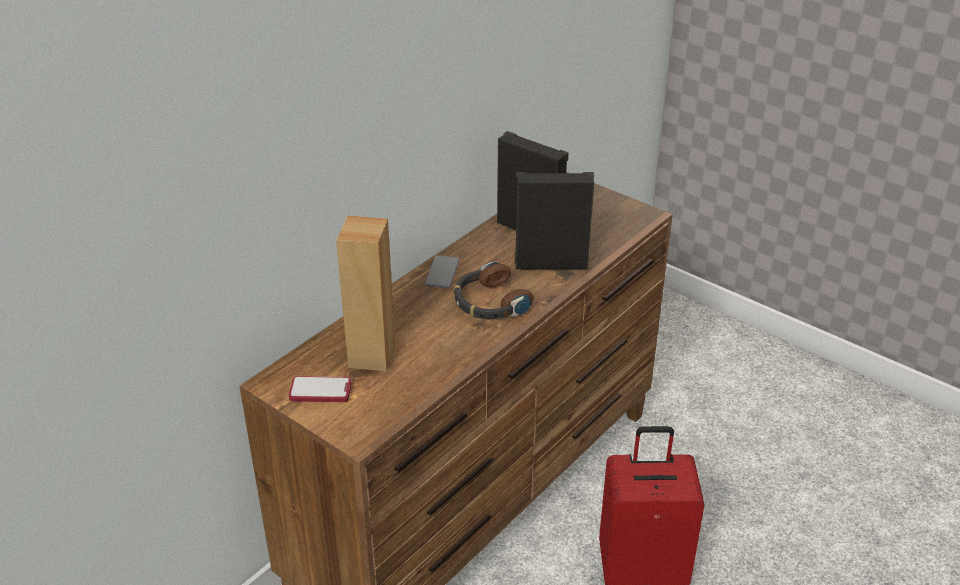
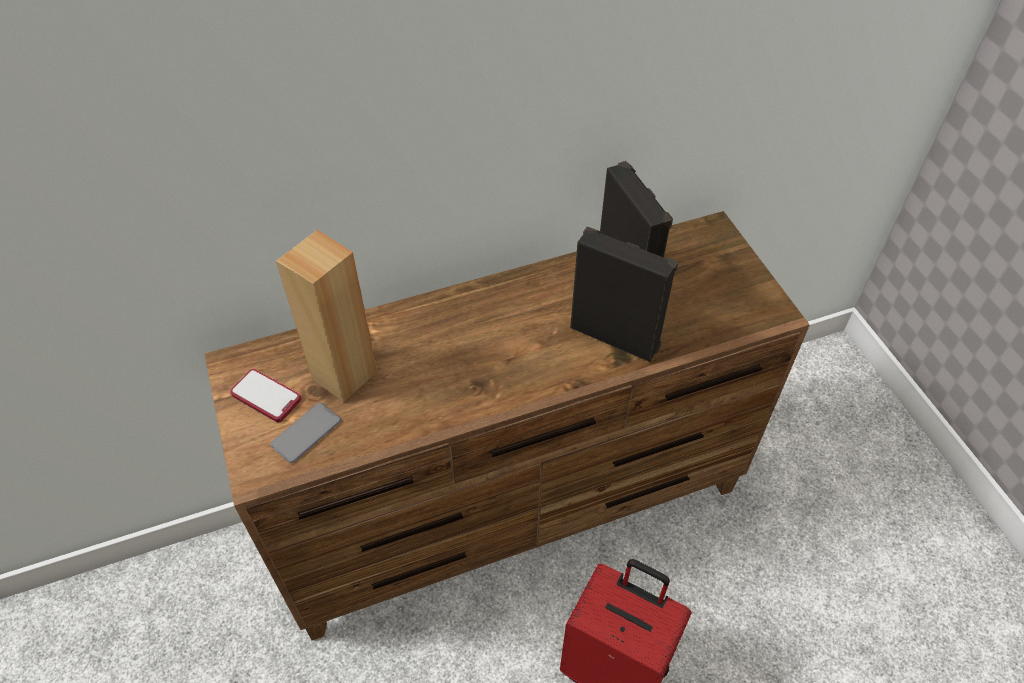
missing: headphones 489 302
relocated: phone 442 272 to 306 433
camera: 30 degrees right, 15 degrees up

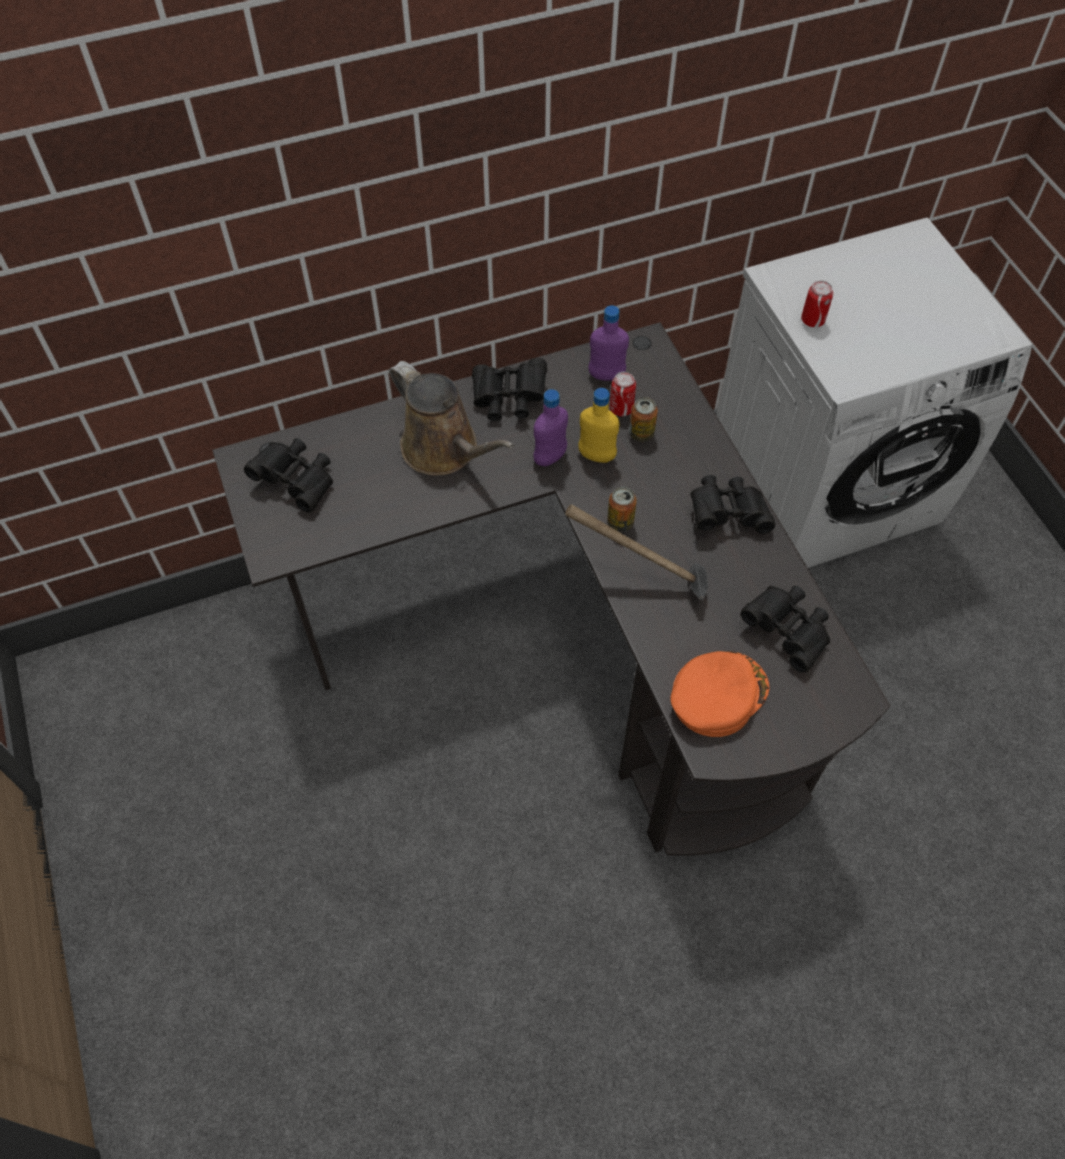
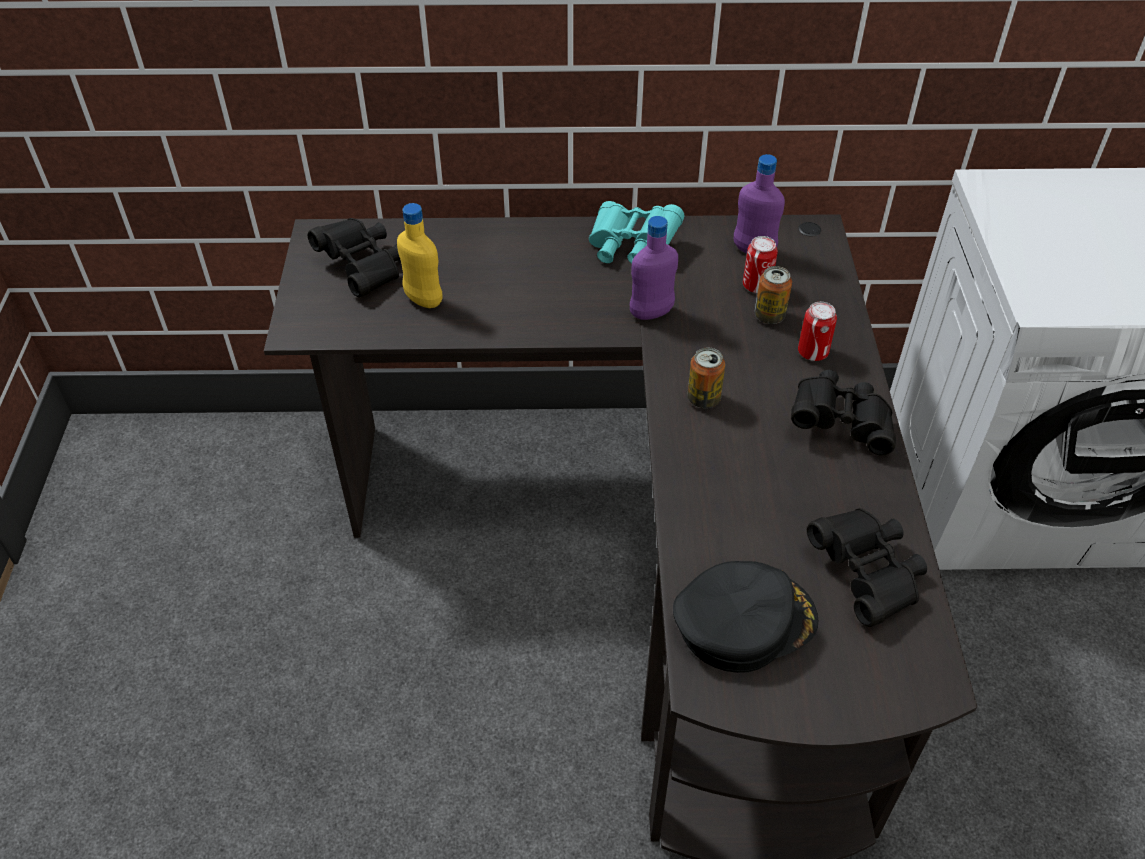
missing: brown watering can 445 450; hammer 641 579
relocated: yellow bottle 596 456 to 423 300; can 812 320 to 813 352
colour: black binoculars 508 399 to turquoise binoculars 631 247; orange cap 717 694 to black cap 743 620
camera: 20 degrees right, 10 degrees down

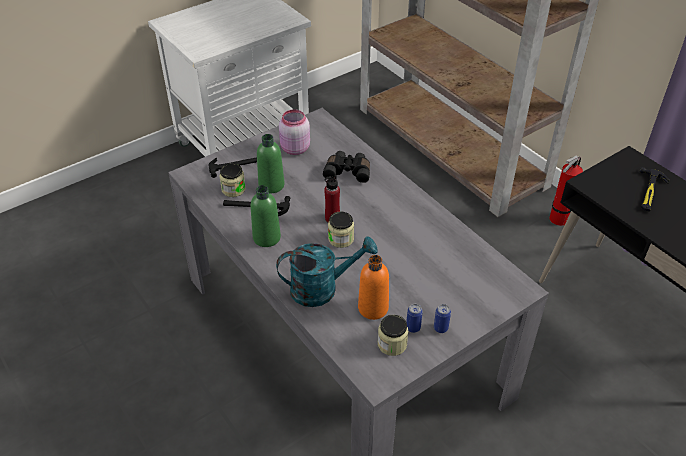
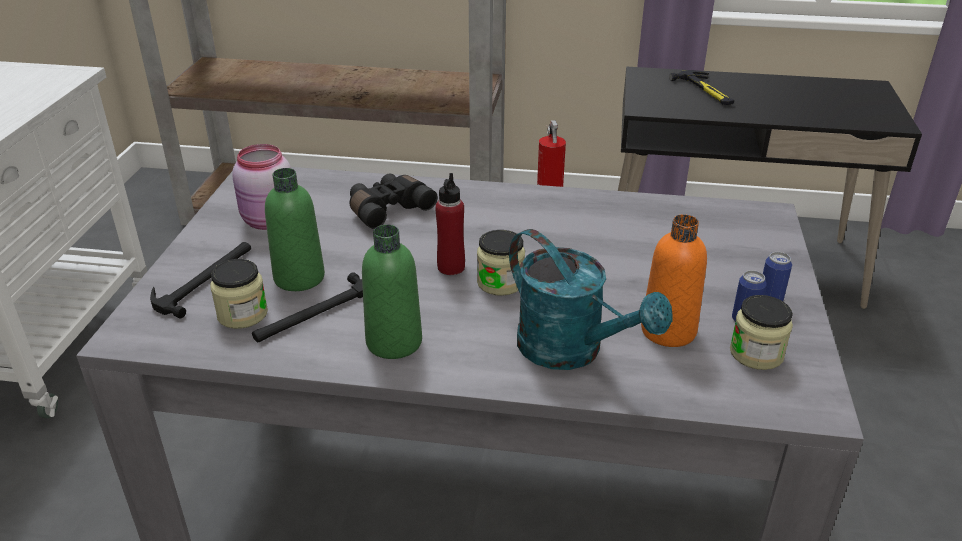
spun: turquoise watering can 322 288 = 572 351 105 degrees clockwise
camera: 45 degrees left, 10 degrees down

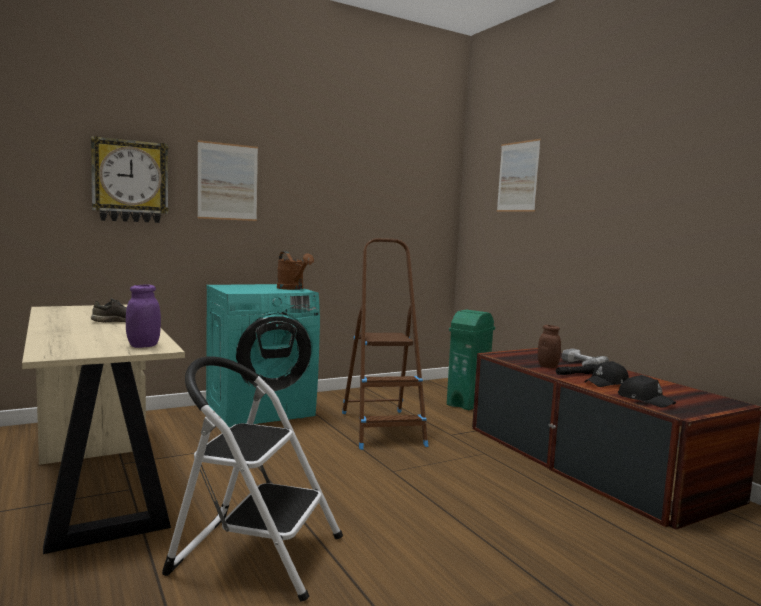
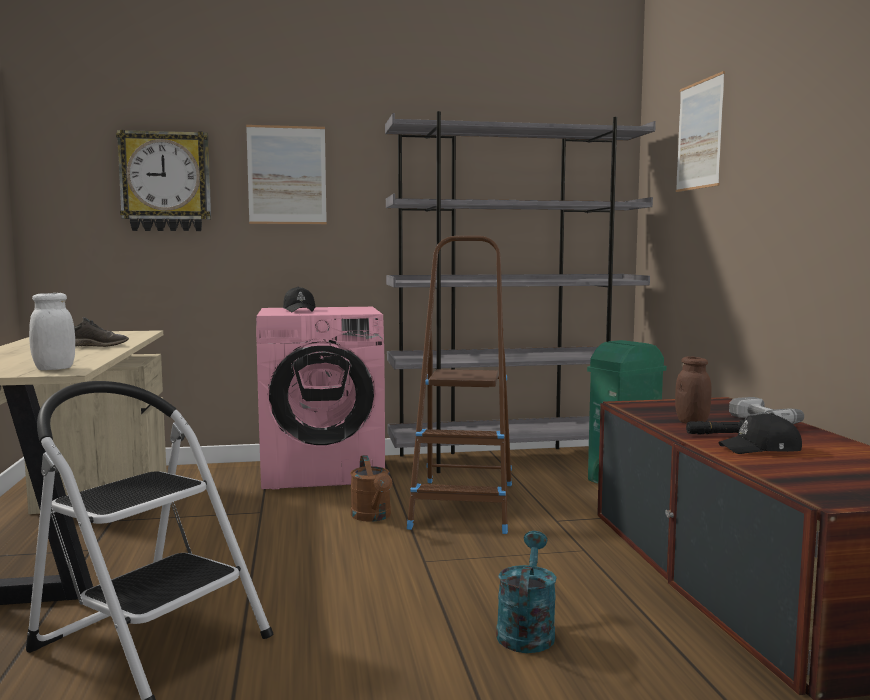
appeared: grey bookcase 514 459; turquoise watering can 526 630
relocated: brown watering can 293 289 to 373 517; black cap 645 400 to 299 310
colour: purple jar 143 346 to white jar 54 369; turquoise washing machine 260 412 to pink washing machine 323 474
camera: 20 degrees right, 0 degrees up

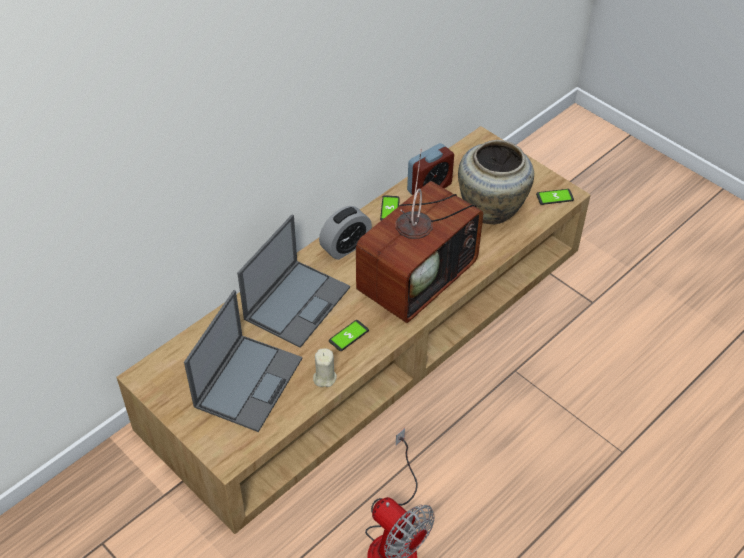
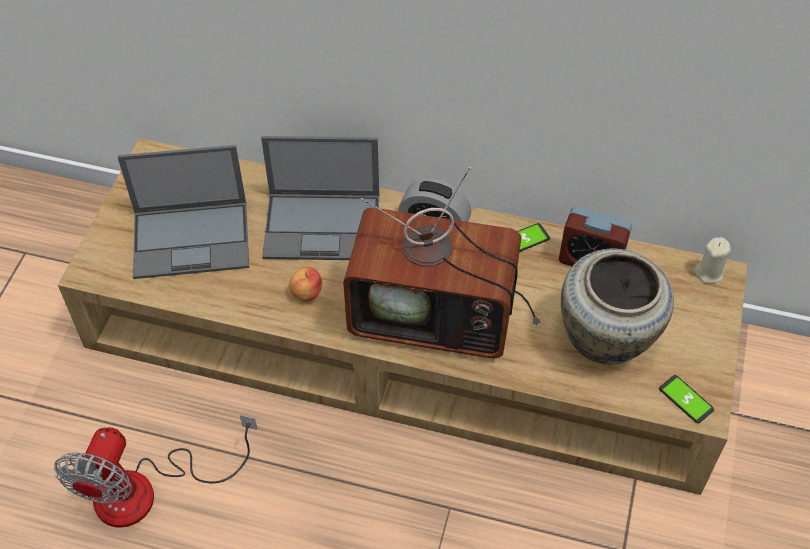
relocated: beige candle 324 377 to 709 272
exchanged: phone 348 336 to apple 306 292
camera: 60 degrees right, 5 degrees up

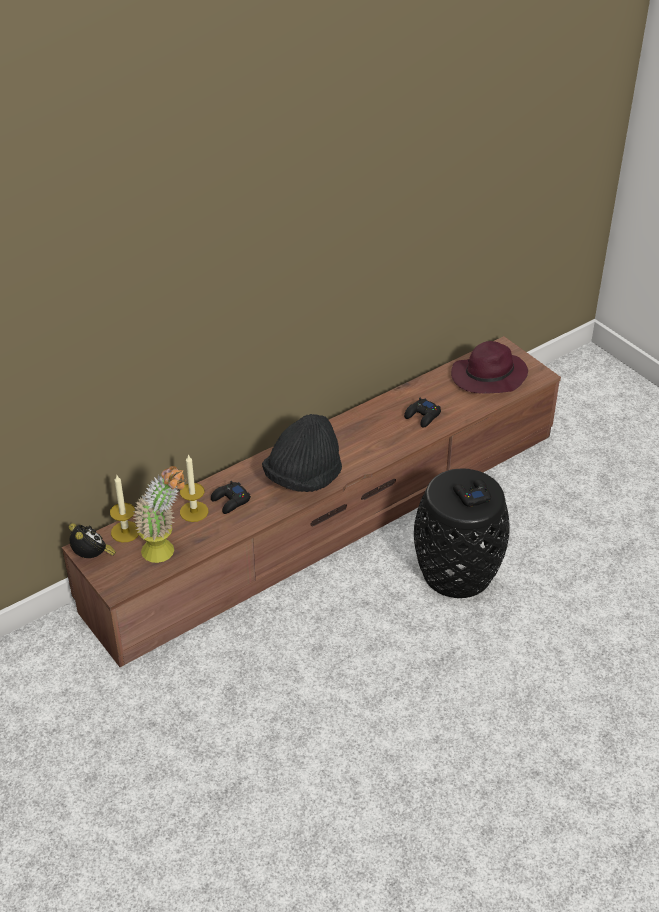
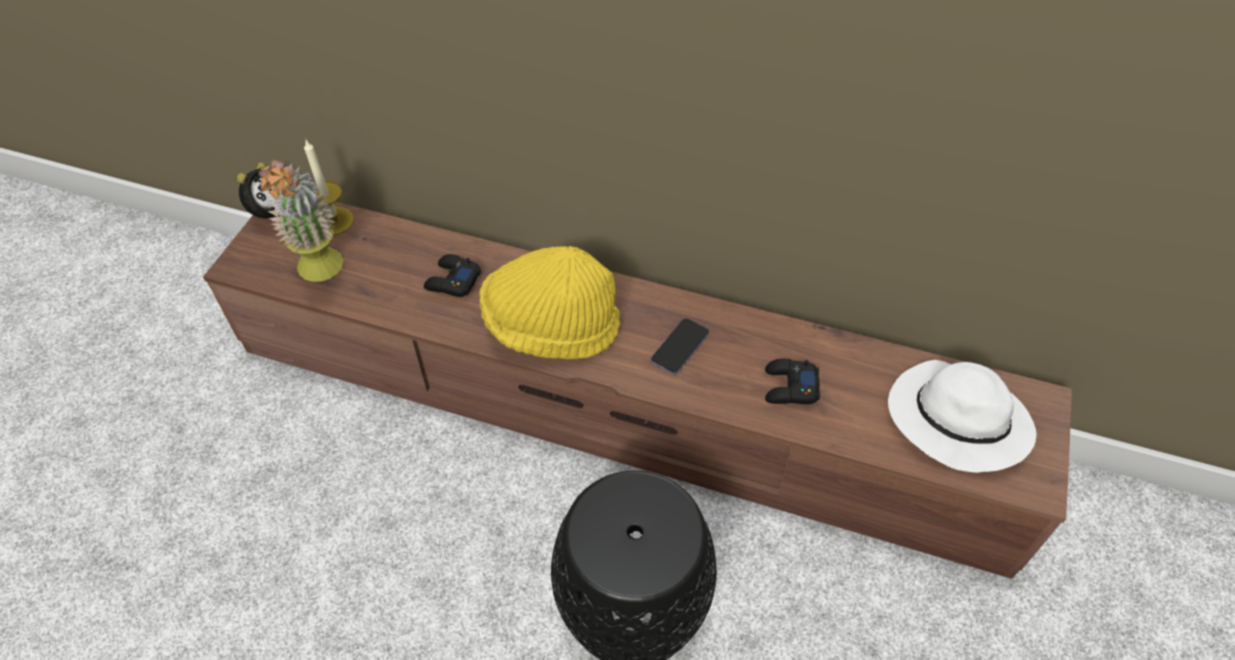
missing: candle 194 511; black game controller 471 496
appeared: phone 680 347
colour: black hat 303 478 to yellow hat 551 326; purple hat 488 378 to white hat 954 420
camera: 55 degrees right, 10 degrees up

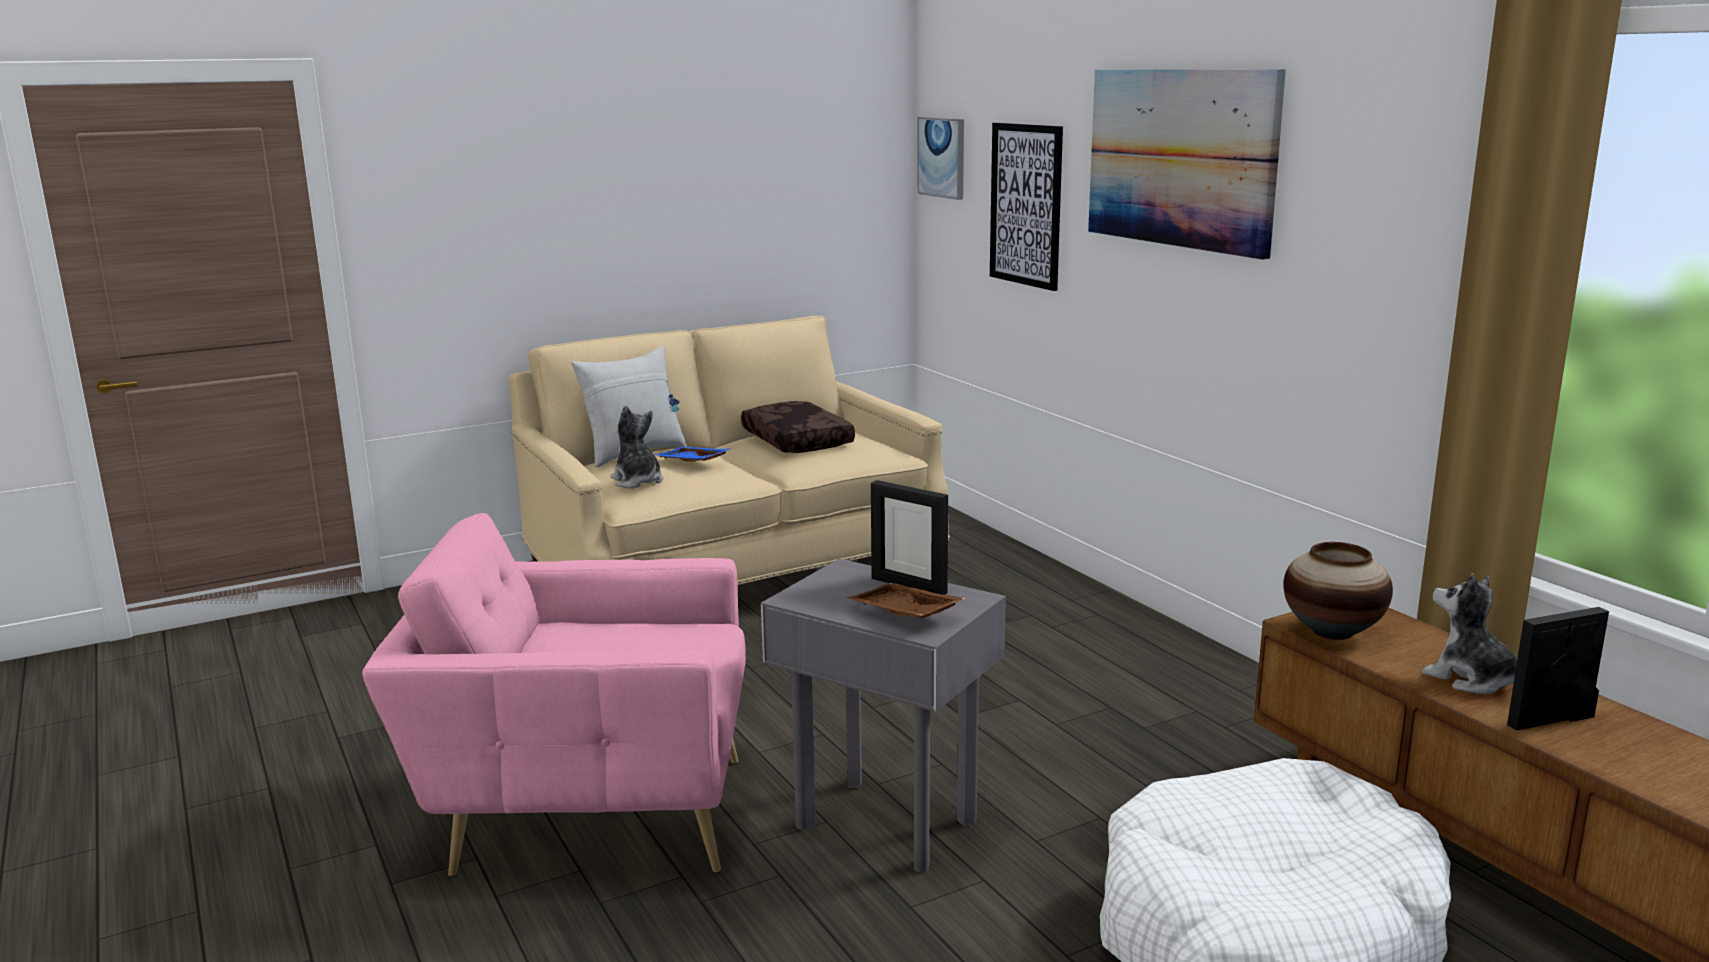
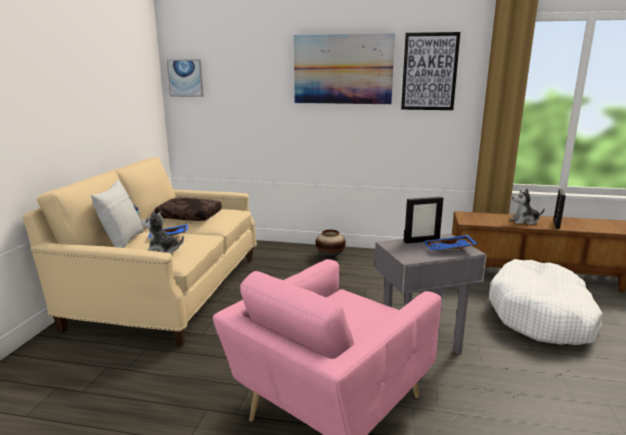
relocated: picture 1026 205 to 429 72; vase 1331 632 to 330 256
colour: brown tray 903 614 to blue tray 449 249
camera: 50 degrees left, 0 degrees up

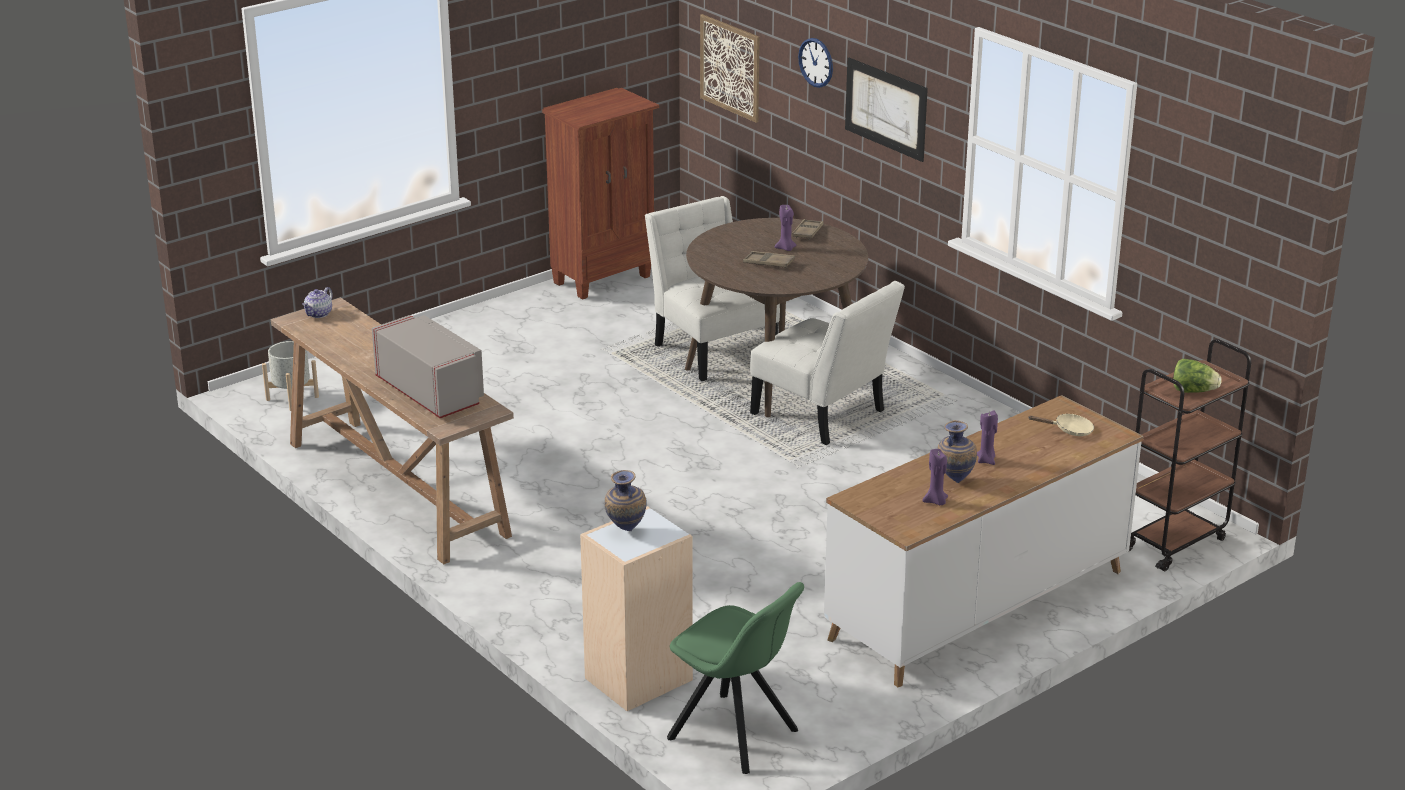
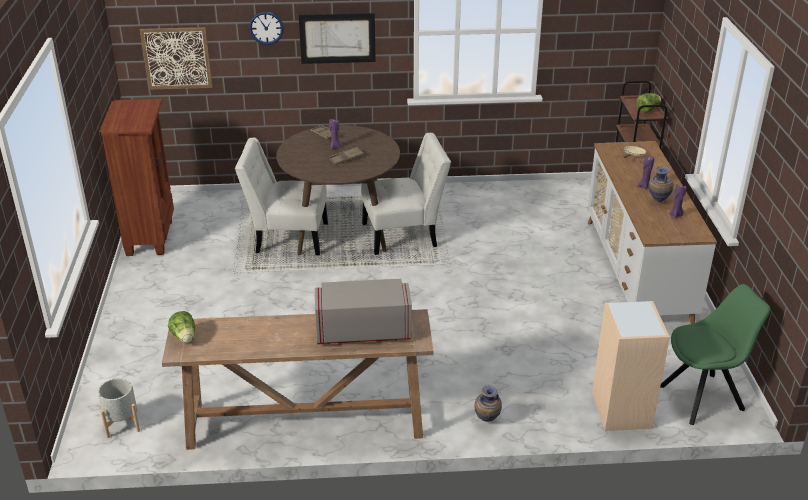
relocated: vase 625 531 to 486 422
exchanged: teapot 319 314 to lettuce 184 337
camera: 55 degrees left, 5 degrees up

